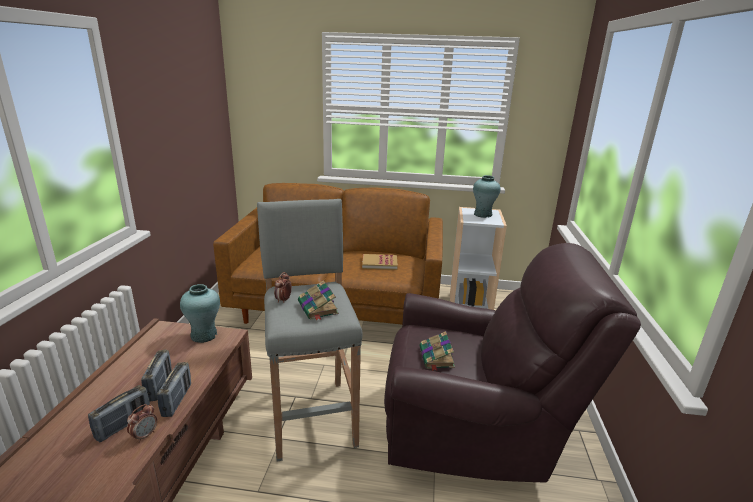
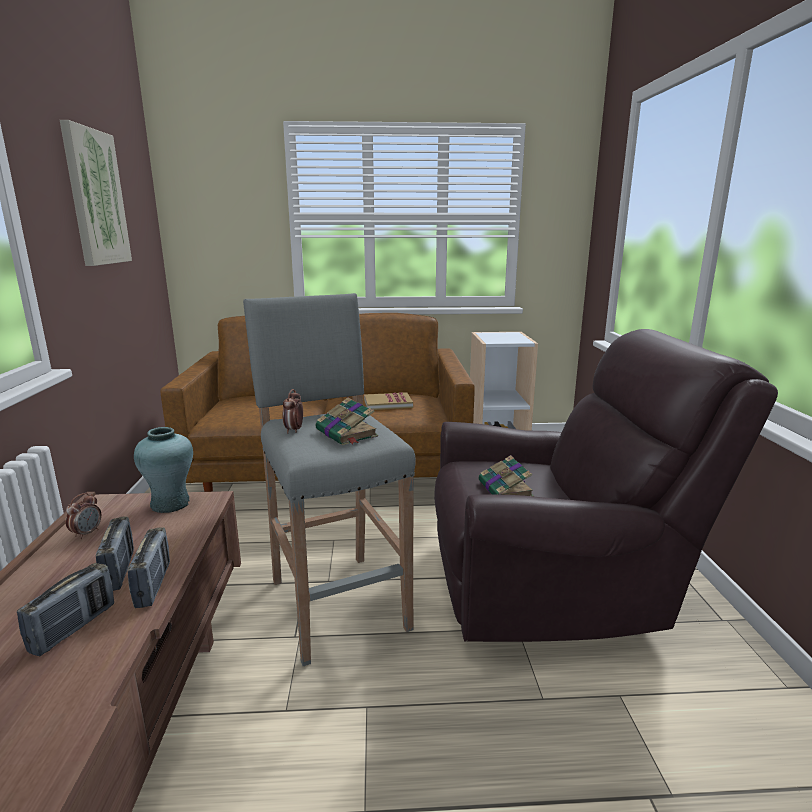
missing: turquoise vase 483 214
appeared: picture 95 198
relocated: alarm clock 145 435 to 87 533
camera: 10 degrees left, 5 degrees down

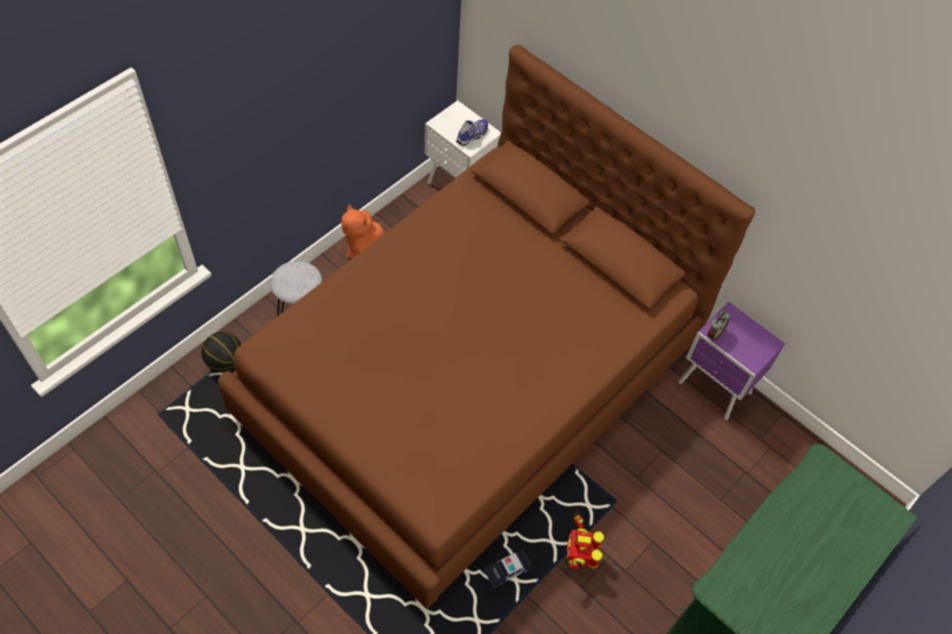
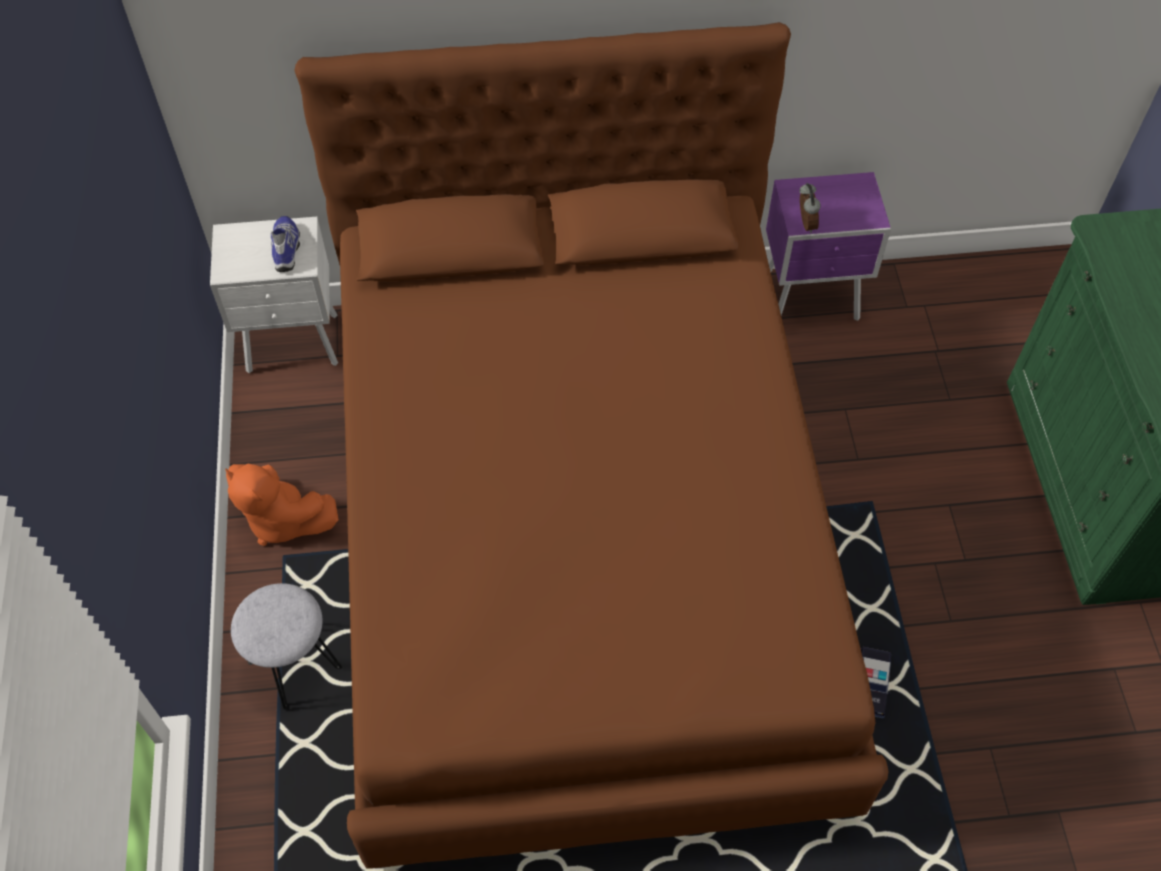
missing: basketball 225 361; toy robot 576 558
camera: 45 degrees left, 0 degrees up

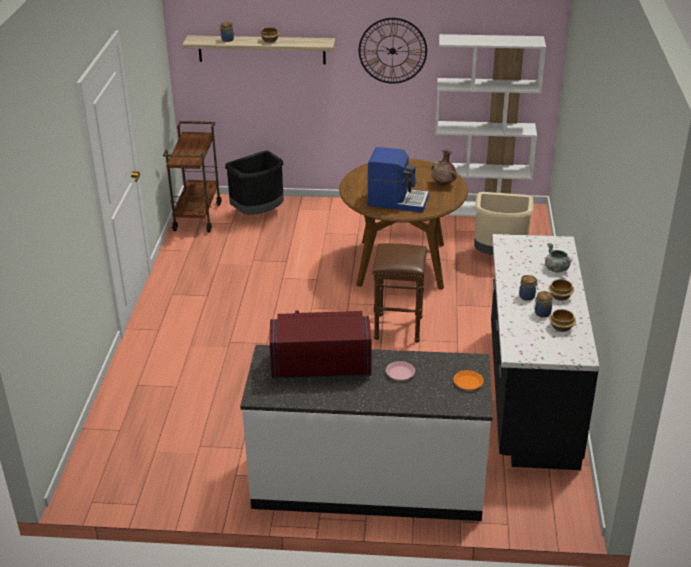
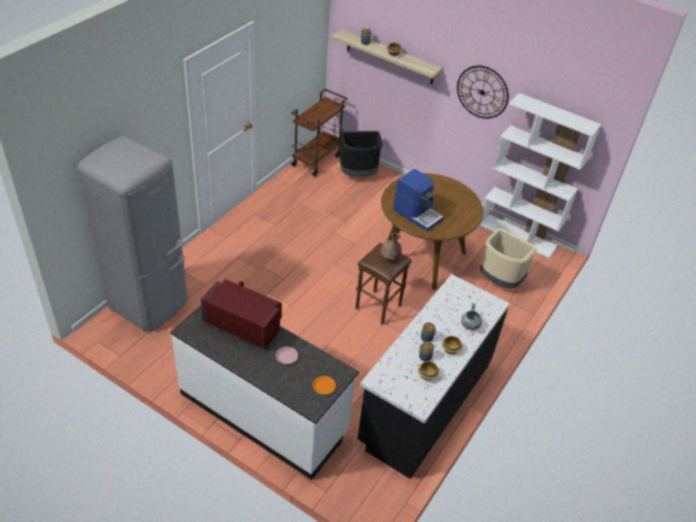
appeared: grey fridge 151 305
relocated: brown vase 443 184 to 390 258
camera: 25 degrees right, 10 degrees up

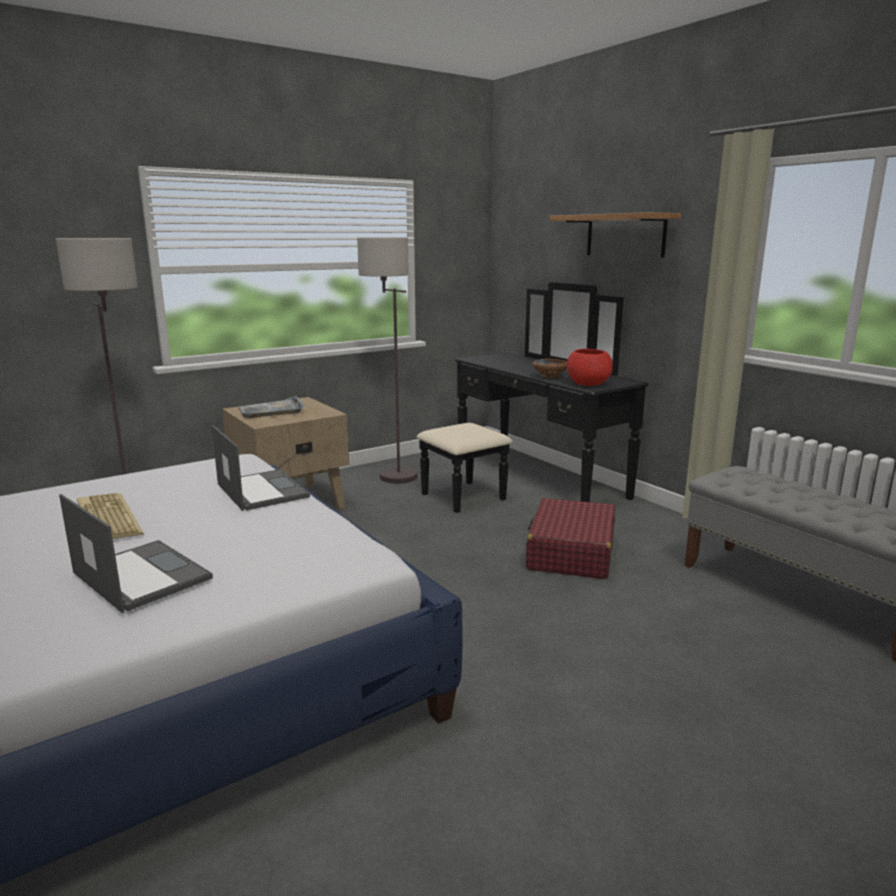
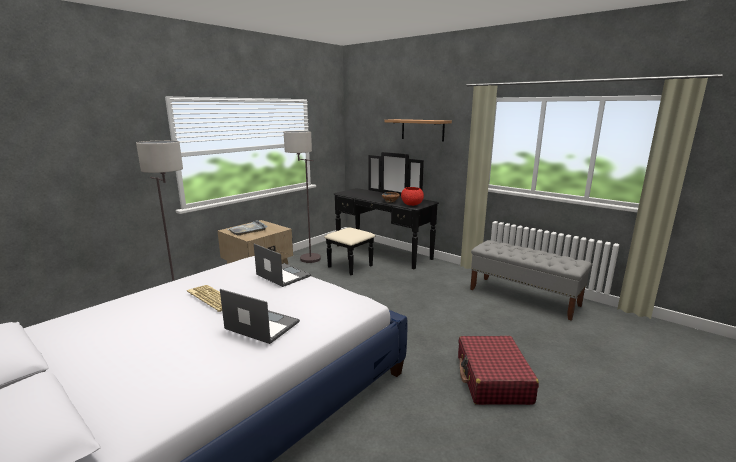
relocated: red suitcase 570 553 to 493 379
camera: 15 degrees left, 0 degrees up

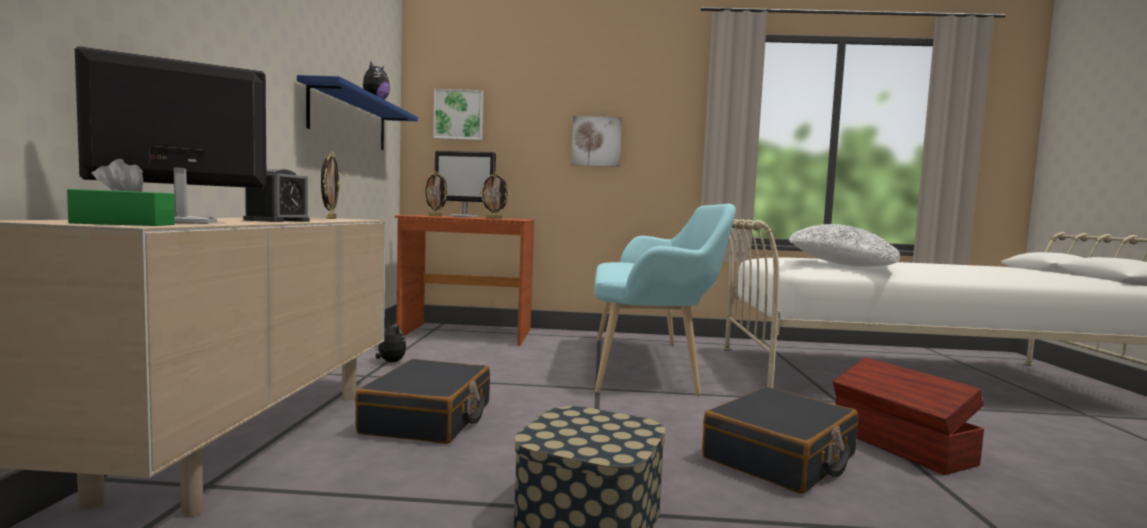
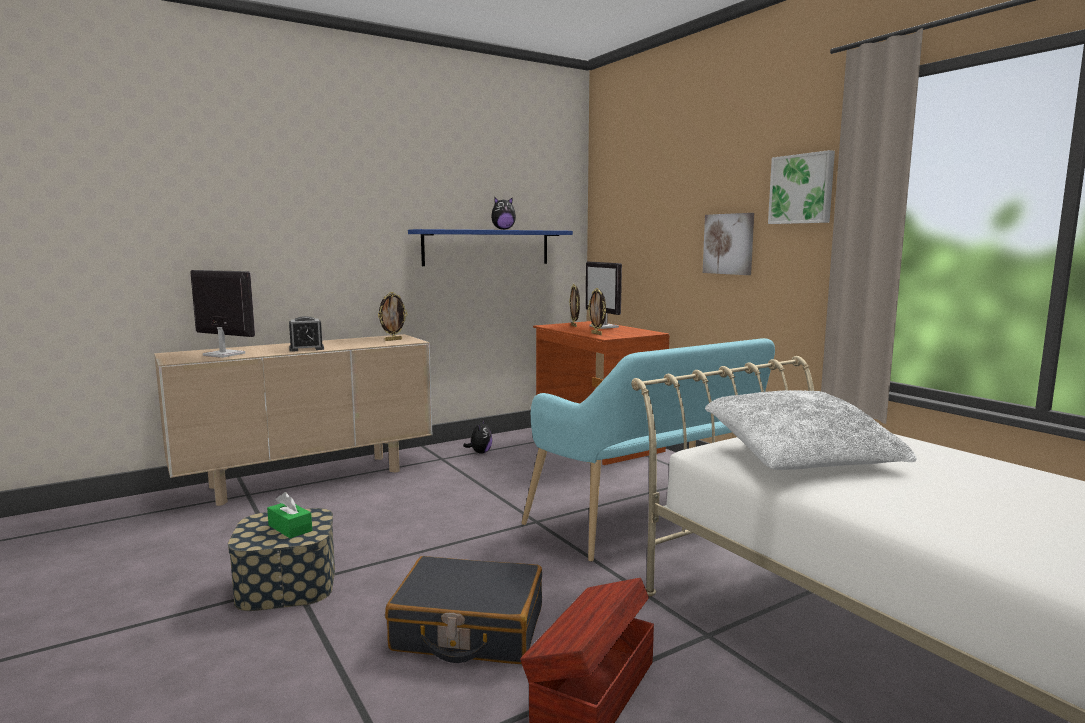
missing: black suitcase 429 418
relocated: green tissue box 124 224 to 290 528; picture 459 115 to 802 189
camera: 55 degrees right, 5 degrees up

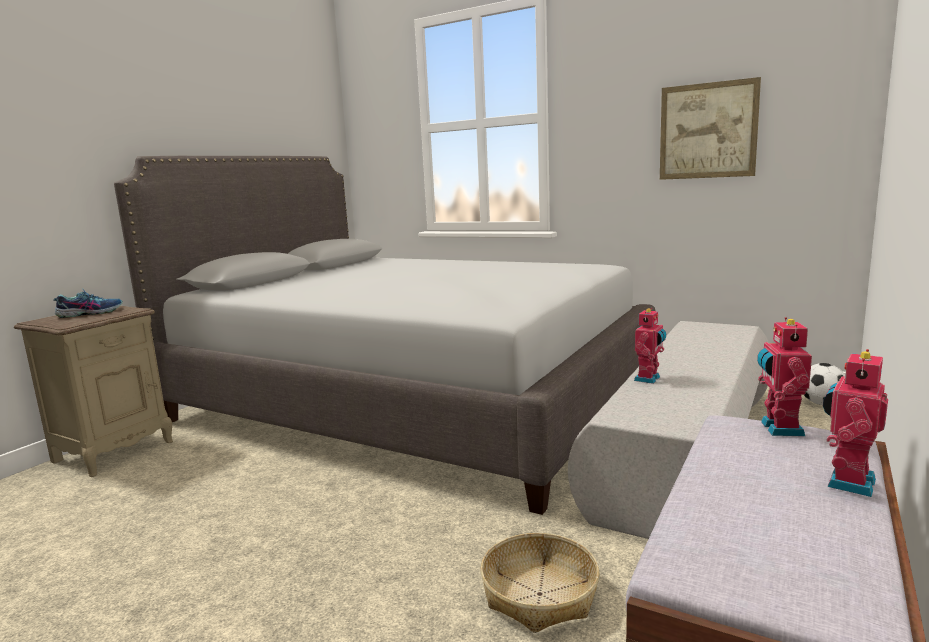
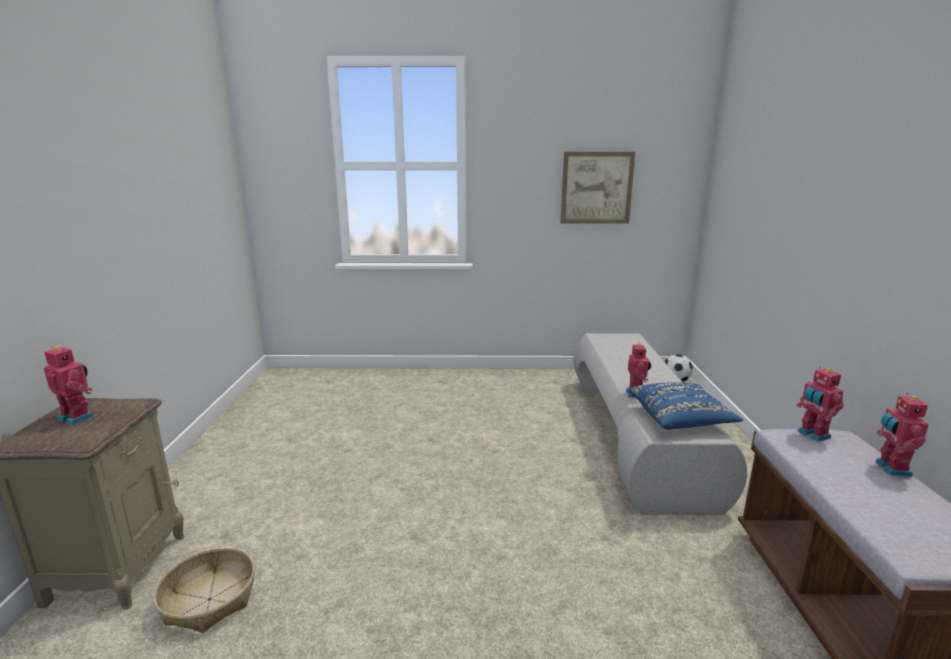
missing: grey bed 412 401
appeared: blue pillow 679 419
relocated: basket 540 594 to 210 599
exchanged: shoe 90 313 to toy robot 78 417
camera: 30 degrees left, 5 degrees up

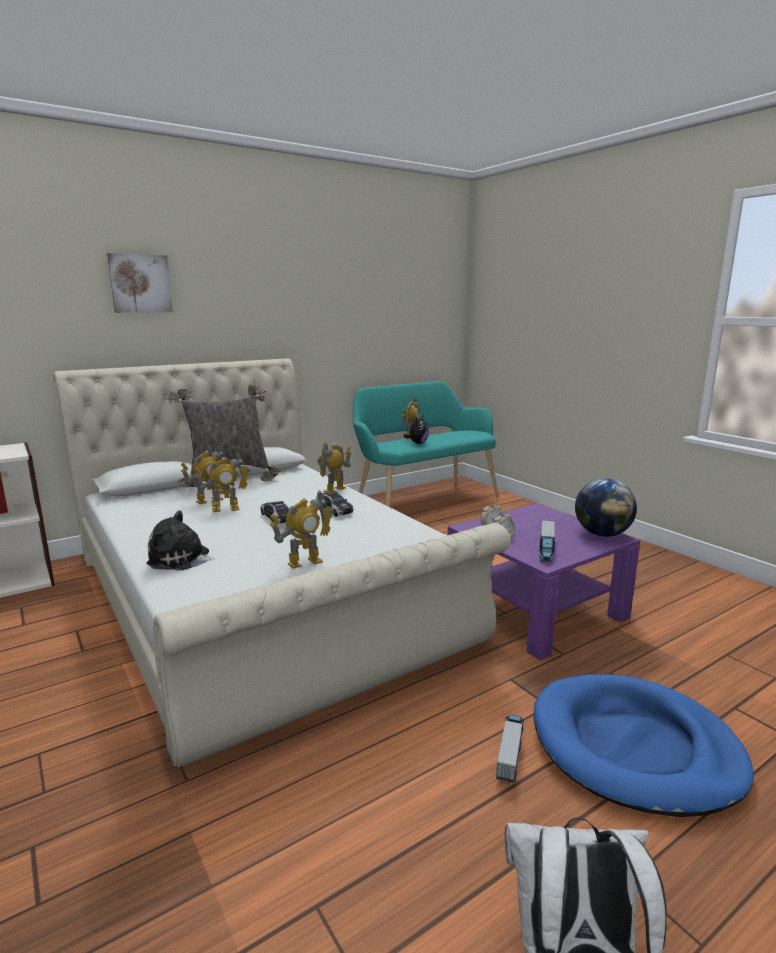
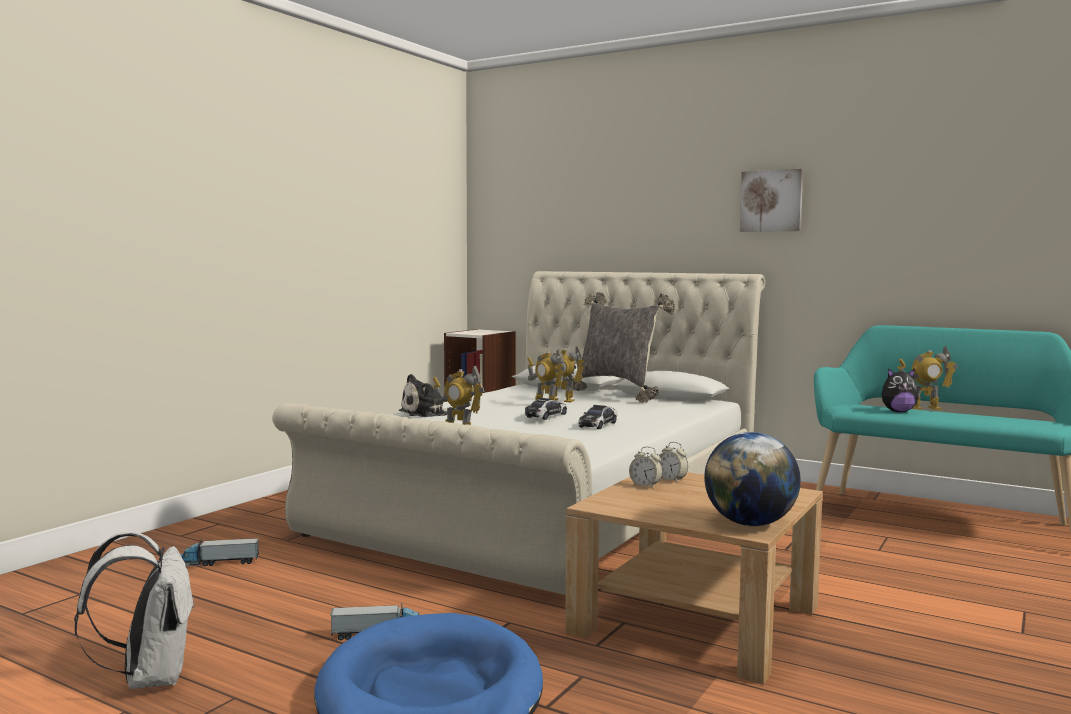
missing: toy robot 335 490
relocated: picture 140 283 to 771 201; toy truck 546 549 to 216 563
colour: purple coffee table 535 609 to brown coffee table 696 619
spun: plush toy 182 560 = 426 413 105 degrees counterclockwise
camera: 65 degrees right, 10 degrees down

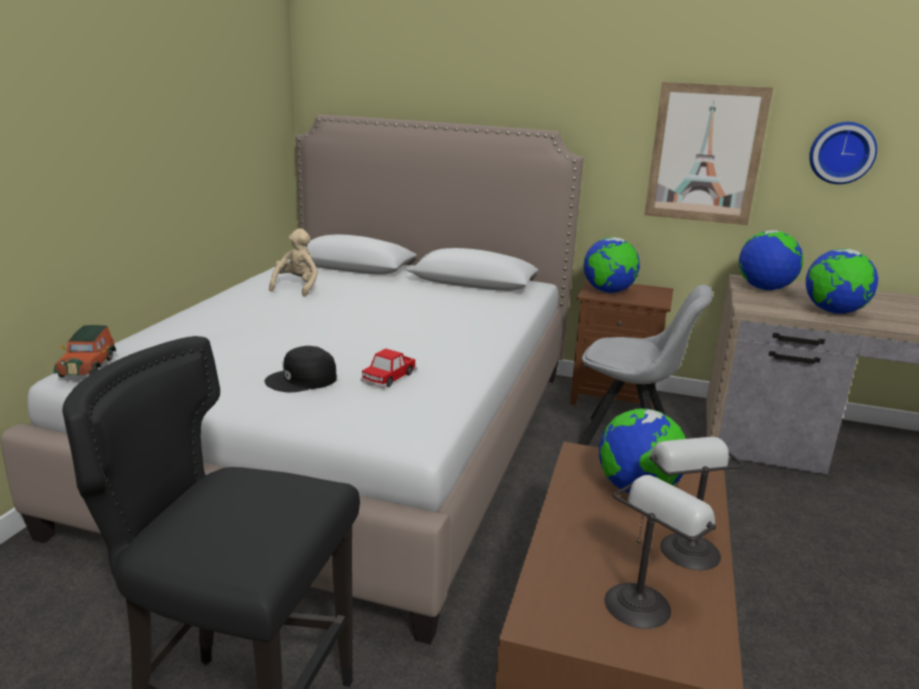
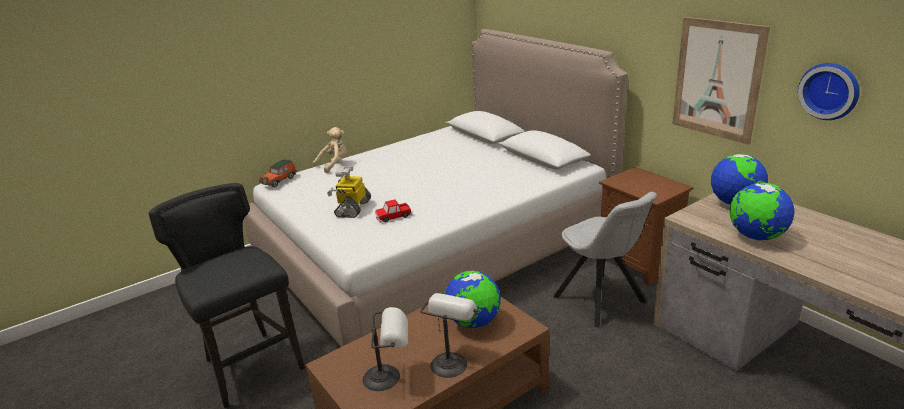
missing: globe 608 292
relocated: beige plush toy 297 287 to 334 165
exchanged: black cap 302 380 to toy robot 352 208
camera: 40 degrees right, 5 degrees up

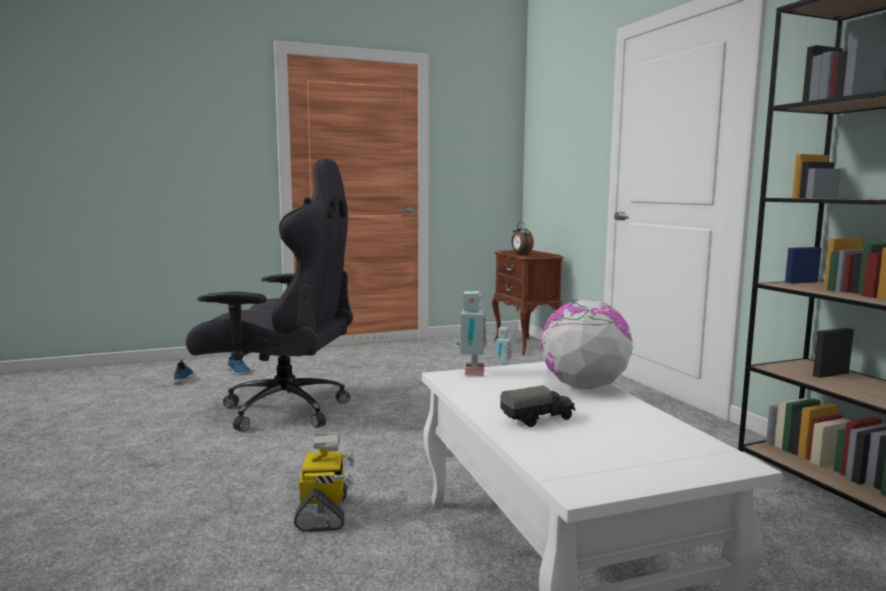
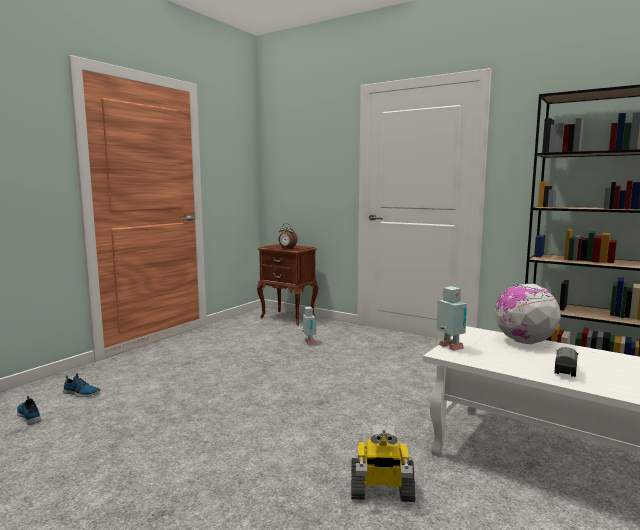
missing: black office chair 277 410
spun: toy robot 324 512 = 381 491 135 degrees clockwise
camera: 35 degrees left, 0 degrees up

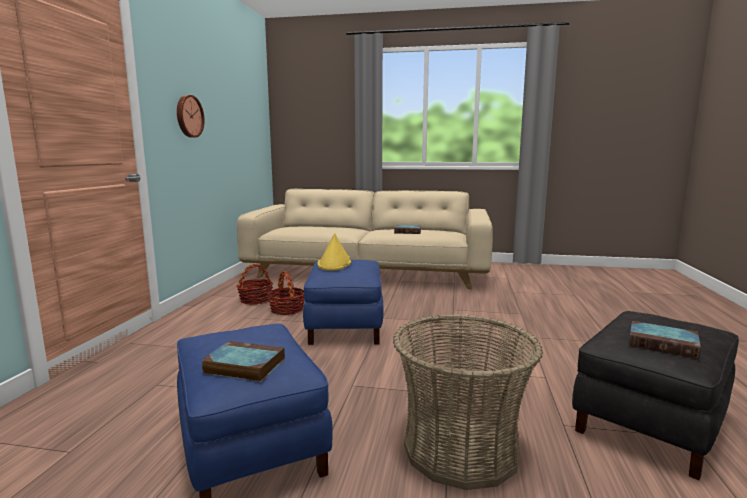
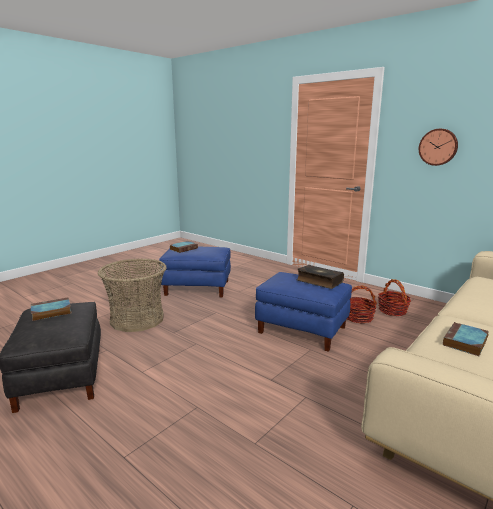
exchanged: yellow hat 334 264 to book 319 281
camera: 120 degrees right, 5 degrees up

